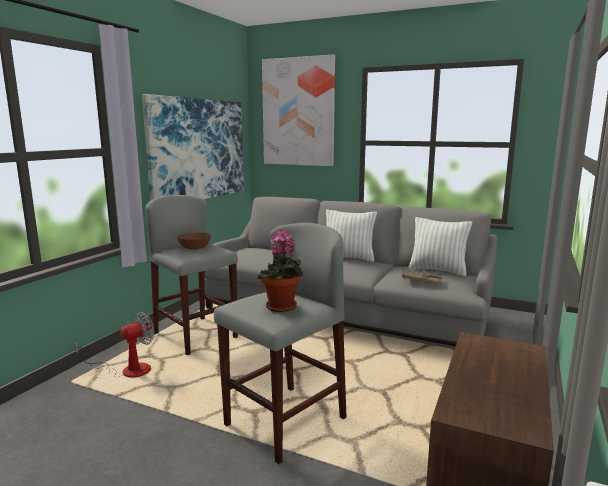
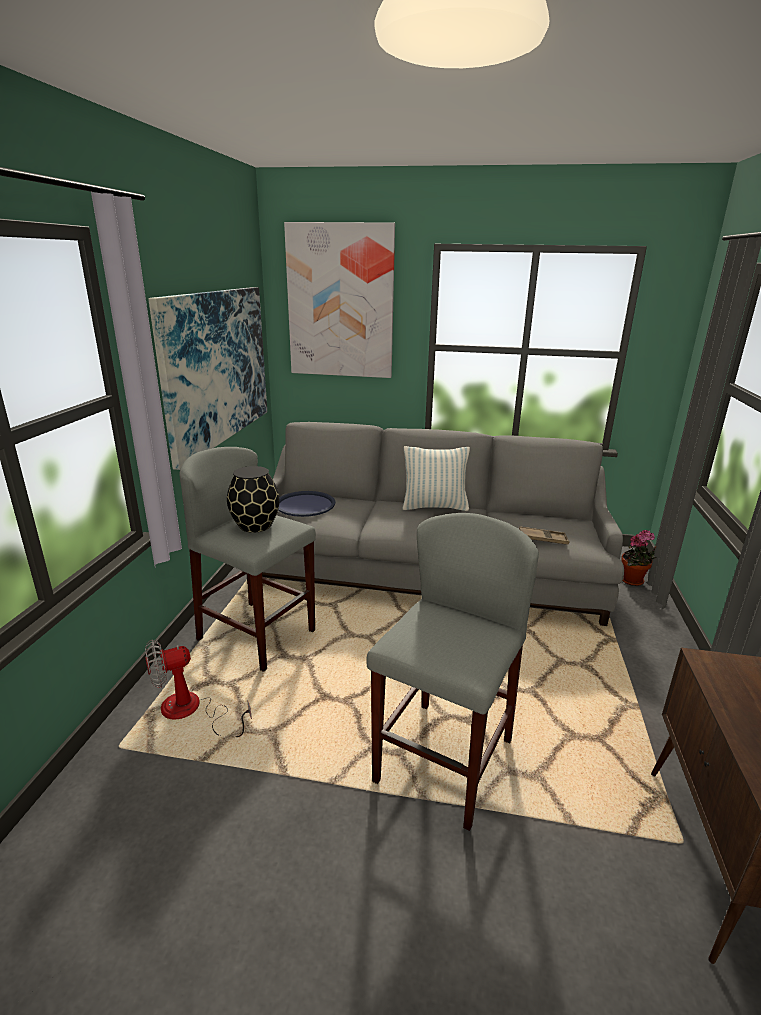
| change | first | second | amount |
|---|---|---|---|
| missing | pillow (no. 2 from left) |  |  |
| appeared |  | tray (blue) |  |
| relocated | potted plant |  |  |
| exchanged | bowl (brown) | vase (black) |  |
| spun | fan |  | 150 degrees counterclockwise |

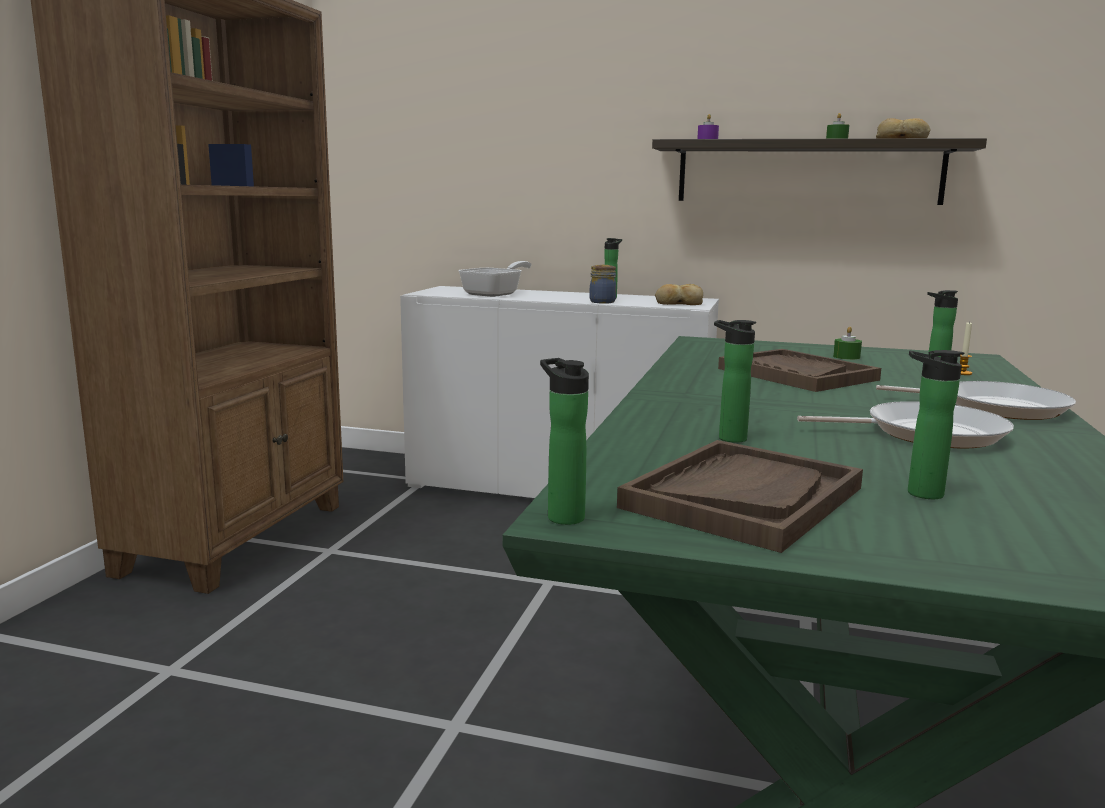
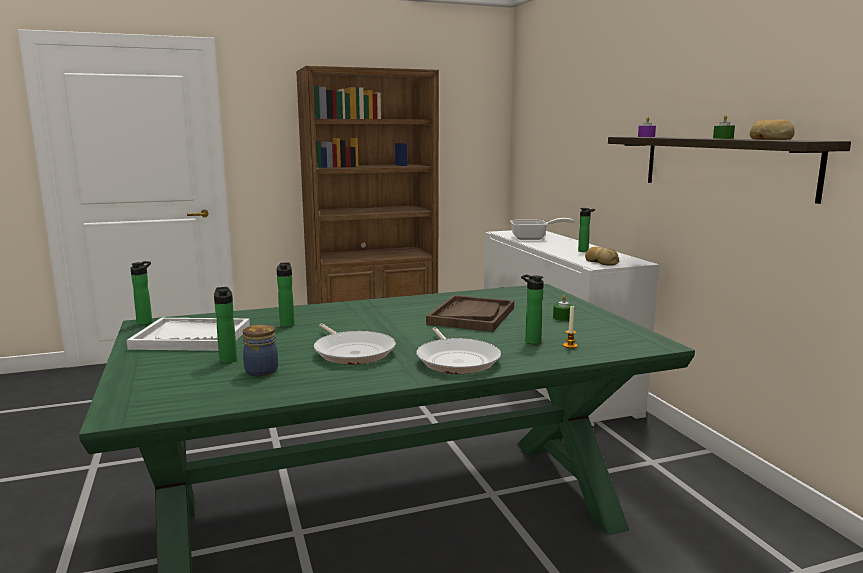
| change | first | second | amount |
|---|---|---|---|
| relocated | jar |  |  |
| colour | tray (brown) (no. 1 from left) | tray (white) |  |

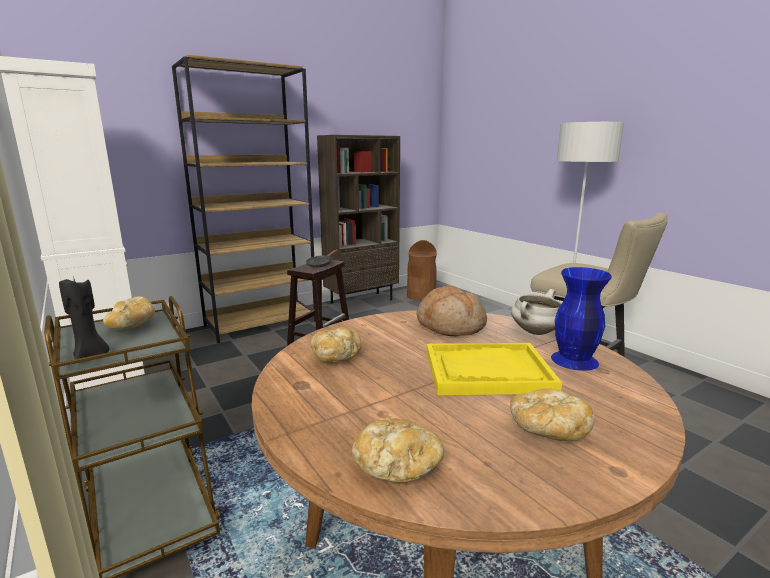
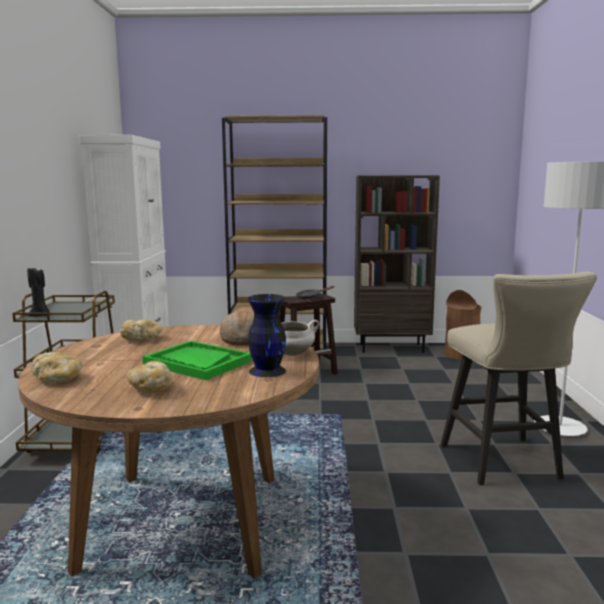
| change | first | second | amount |
|---|---|---|---|
| missing | bread (no. 1 from left) |  |  |
| colour | tray (yellow) | tray (green) |  |
| colour | vase (blue) | vase (black) |  |

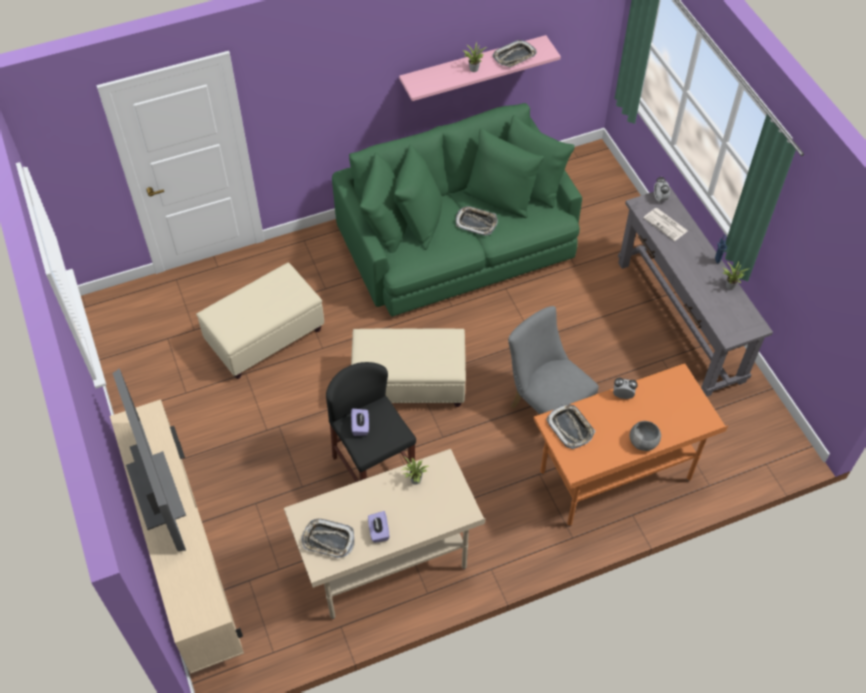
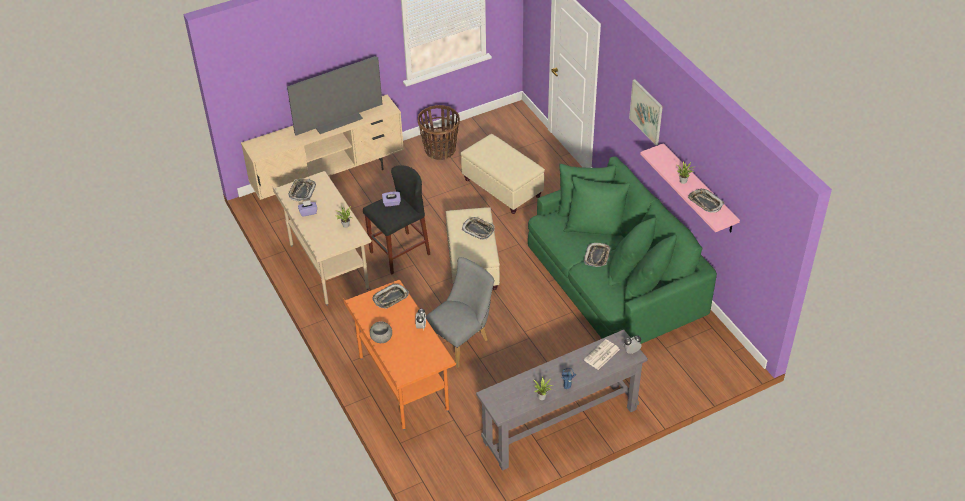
| change | first | second | amount |
|---|---|---|---|
| appeared |  | basket |  |
| appeared |  | tray (no. 3 from left) |  |
| appeared |  | picture |  |

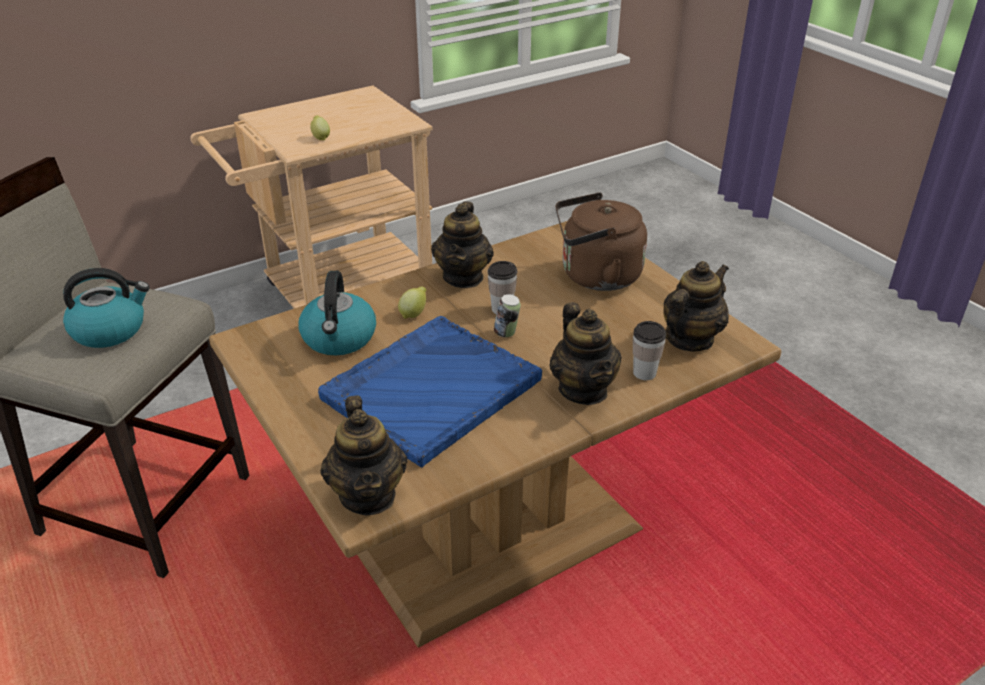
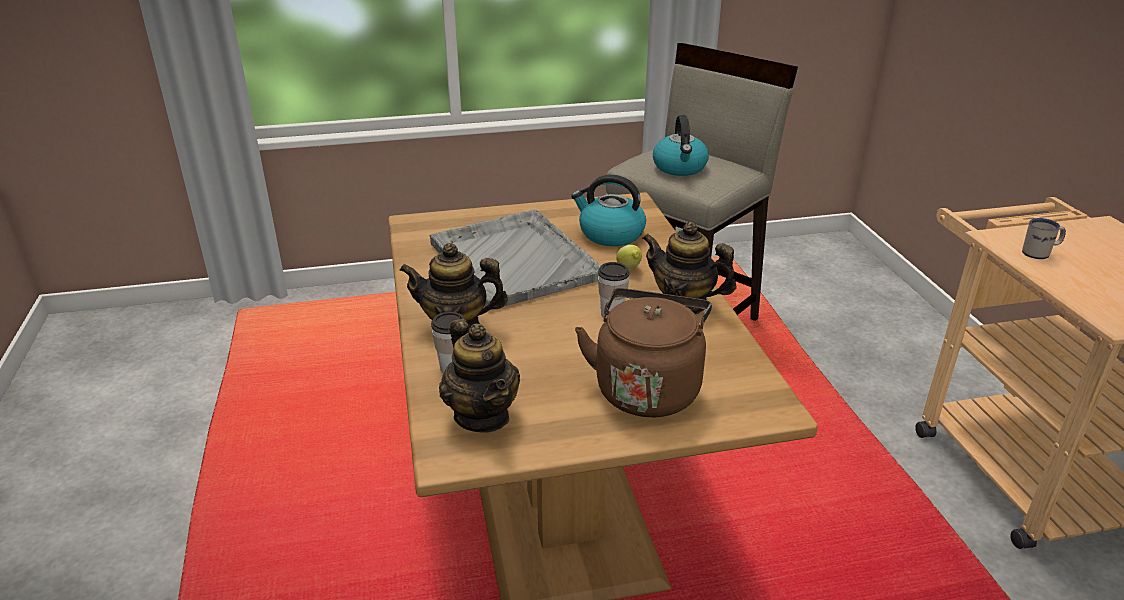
| change | first | second | amount |
|---|---|---|---|
| missing | teapot (no. 1 from left) |  |  |
| missing | can |  |  |
| exchanged | lemon (no. 1 from left) | mug (white) |  |
| colour | tray (blue) | tray (grey) |  |

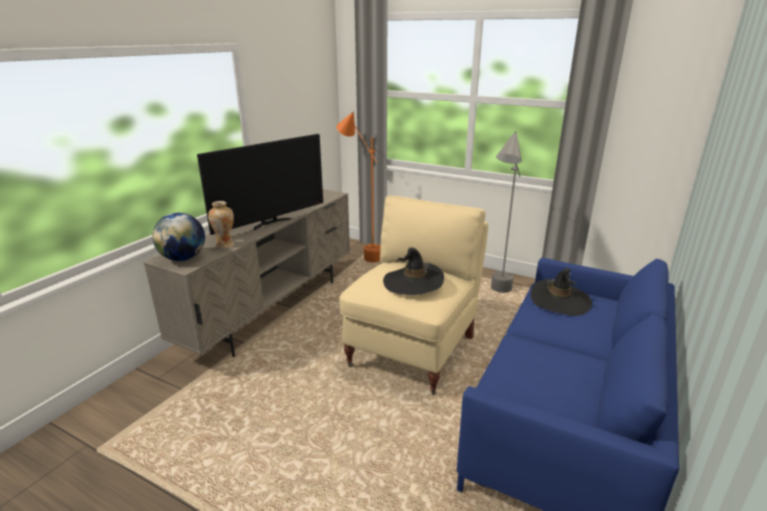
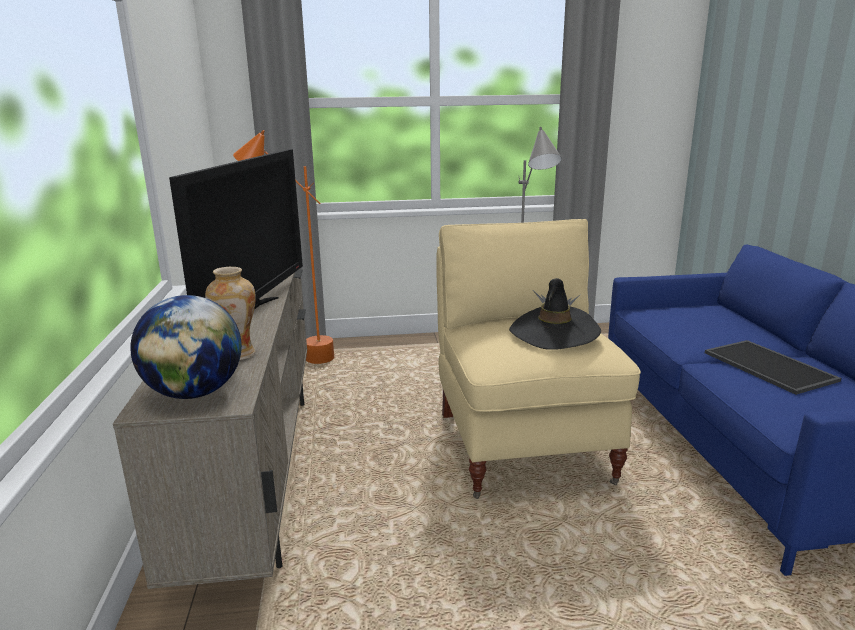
| change | first | second | amount |
|---|---|---|---|
| missing | hat (black) (no. 2 from left) |  |  |
| appeared |  | tray |  |

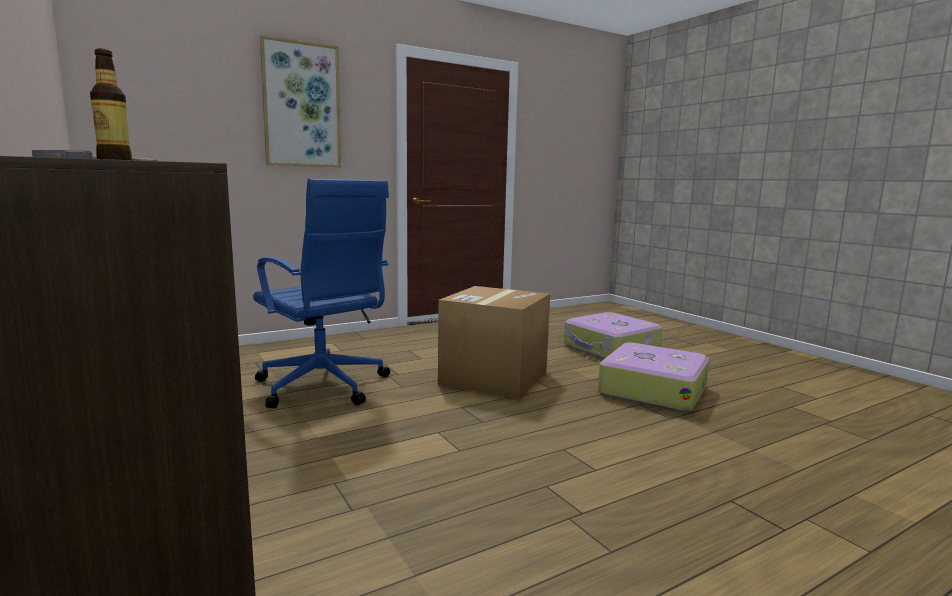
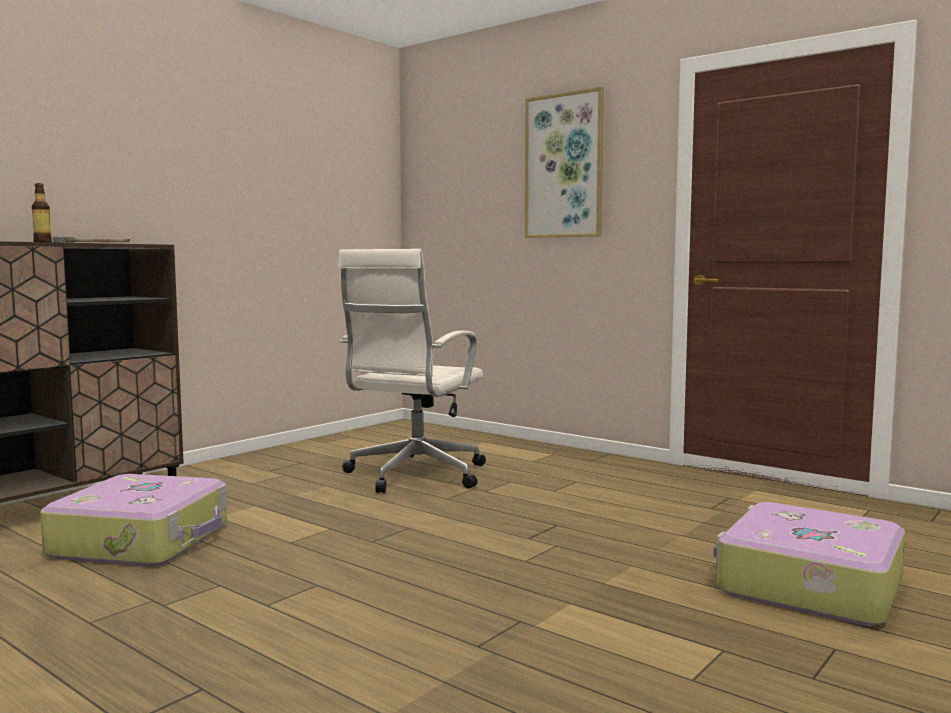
| change | first | second | amount |
|---|---|---|---|
| missing | cardboard box |  |  |
| relocated | suitcase (no. 2 from left in the first image) | suitcase (no. 1 from left) |  |
| colour | office chair (blue) | office chair (white) |  |

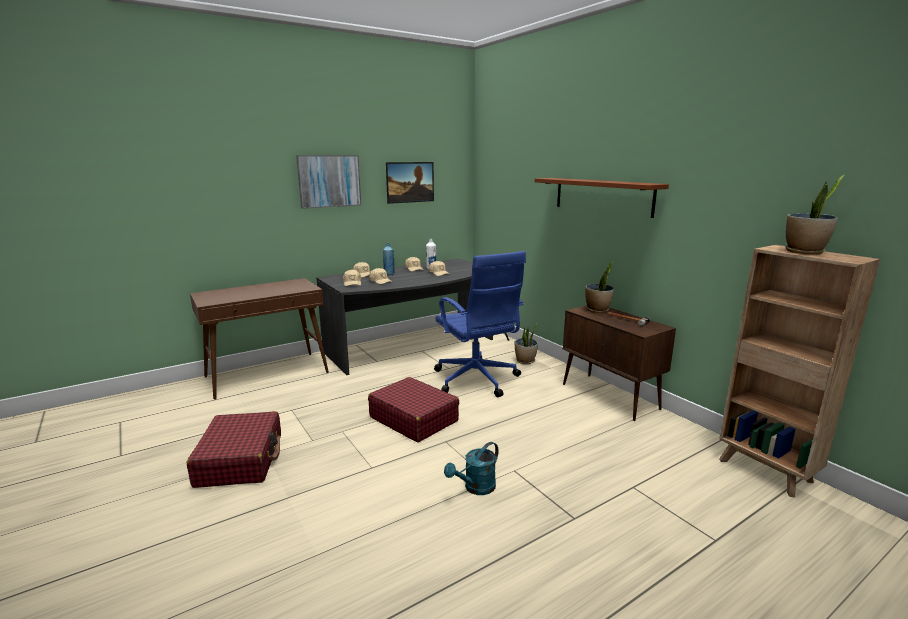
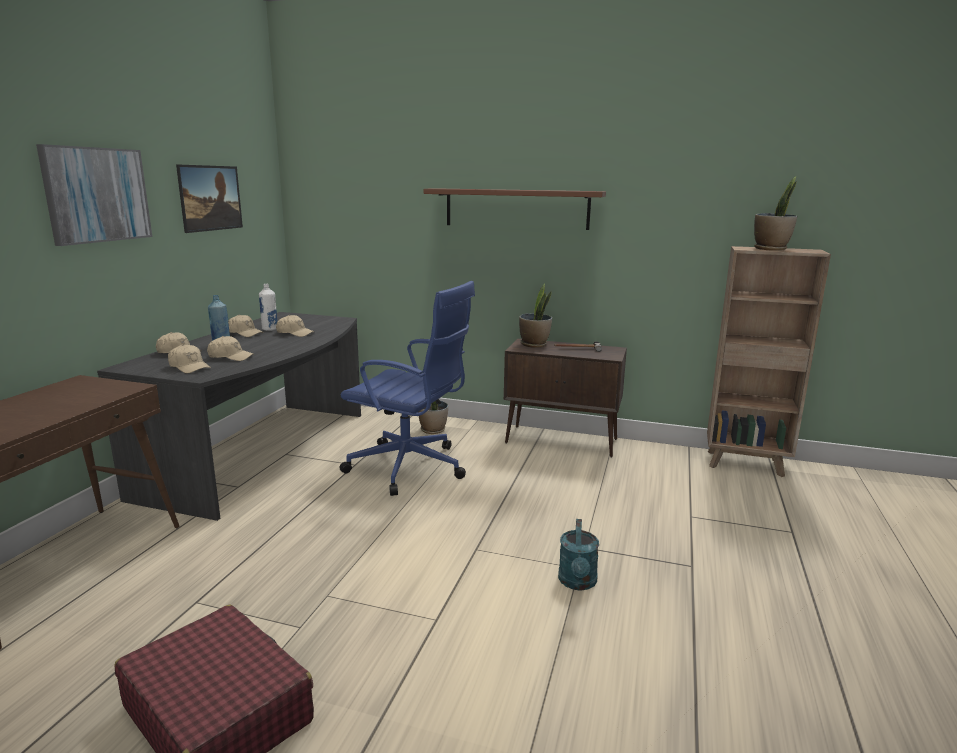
| change | first | second | amount |
|---|---|---|---|
| missing | suitcase (red) (no. 2 from left) |  |  |

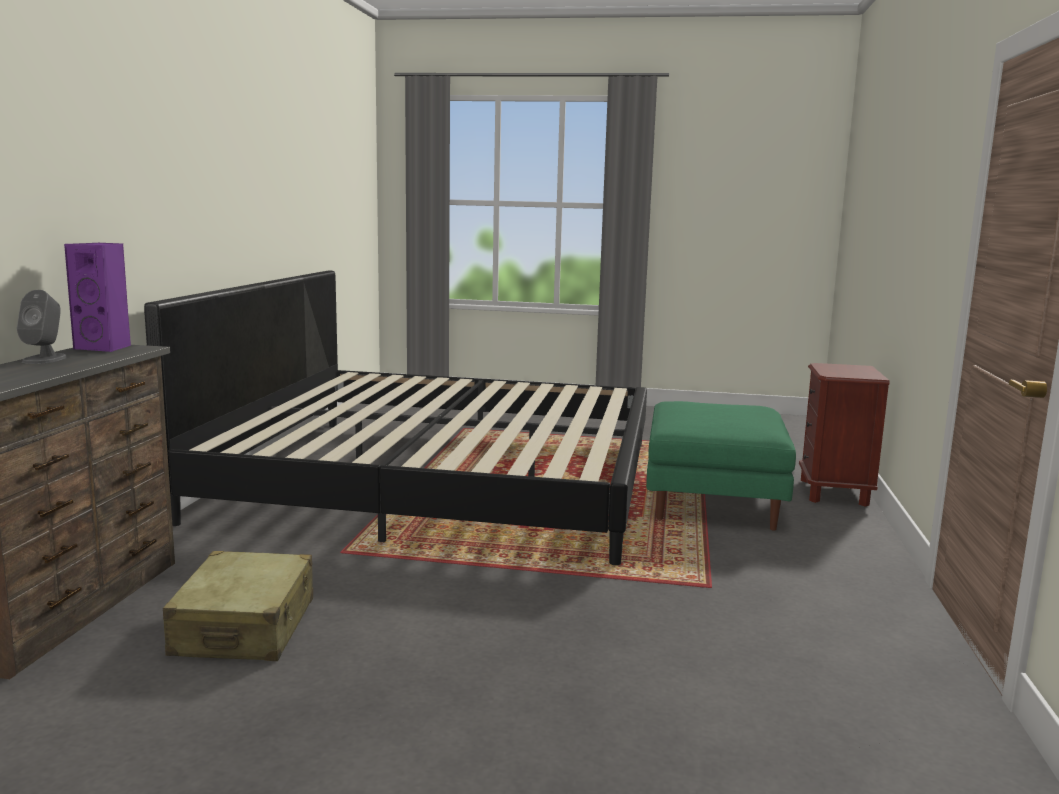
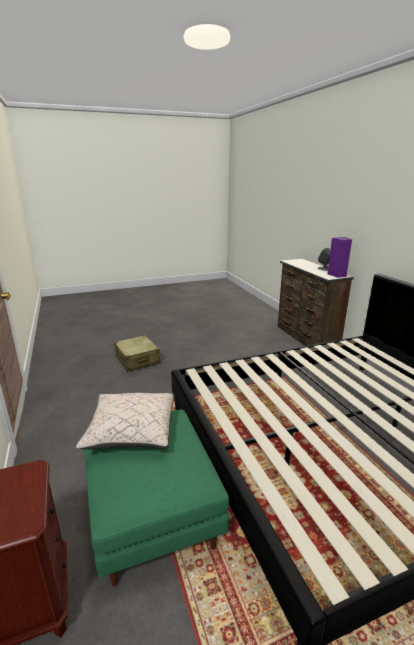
| change | first | second | amount |
|---|---|---|---|
| appeared |  | pillow (beige) |  |
| relocated | suitcase (beige) |  |  |

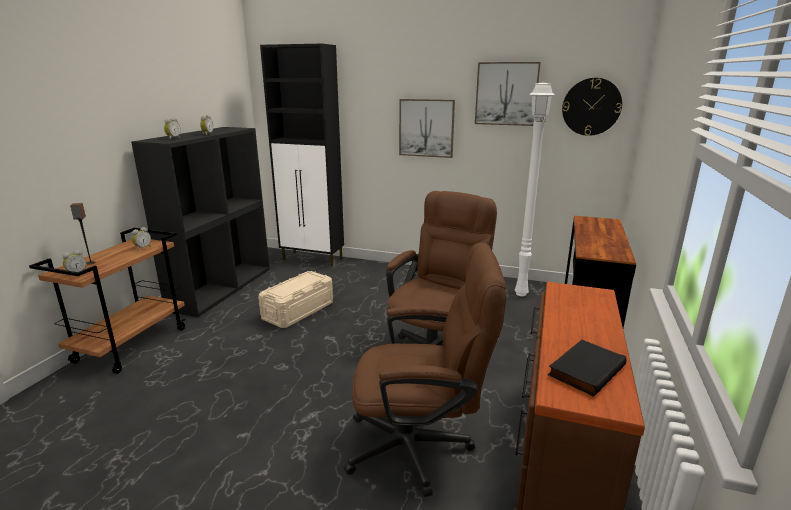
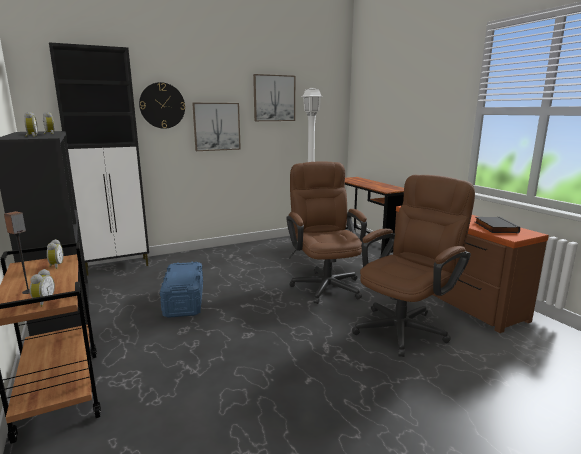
| change | first | second | amount |
|---|---|---|---|
| relocated | wall clock |  |  |
| colour | storage box (beige) | storage box (blue) |  |

